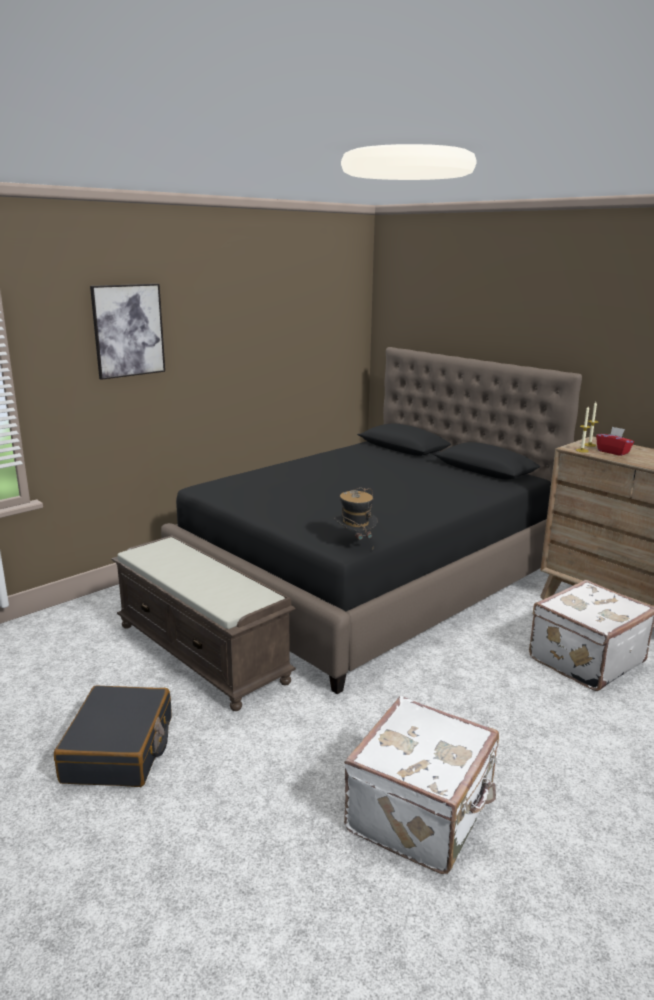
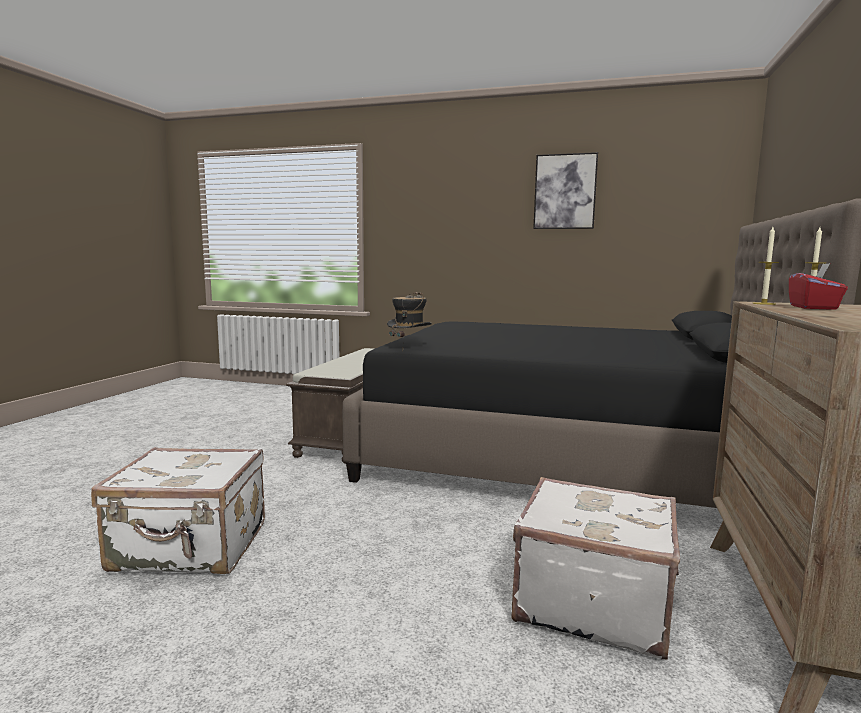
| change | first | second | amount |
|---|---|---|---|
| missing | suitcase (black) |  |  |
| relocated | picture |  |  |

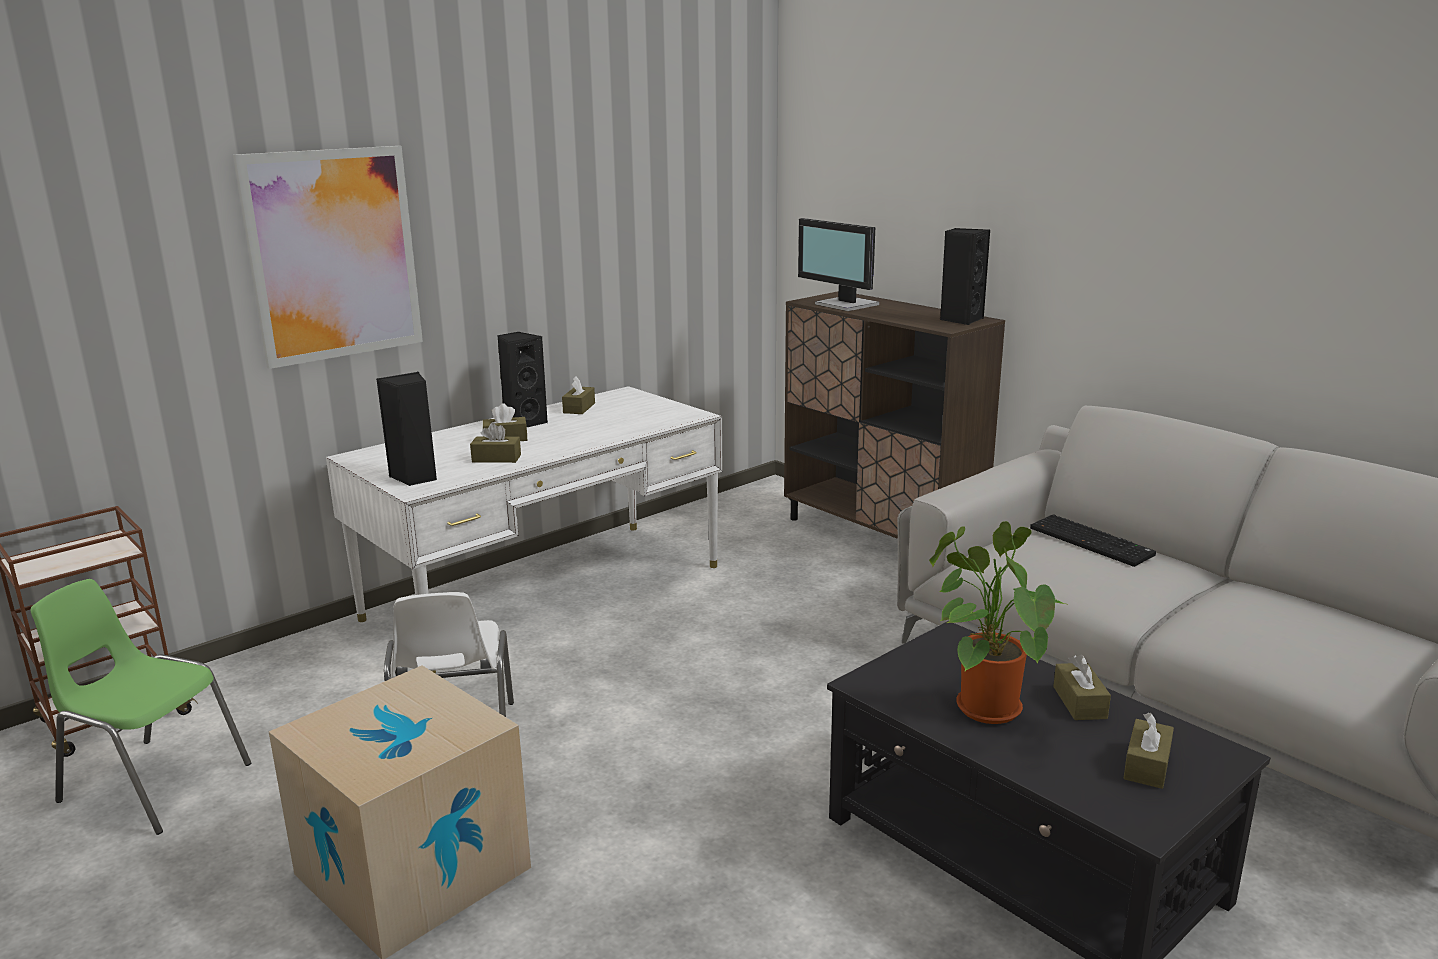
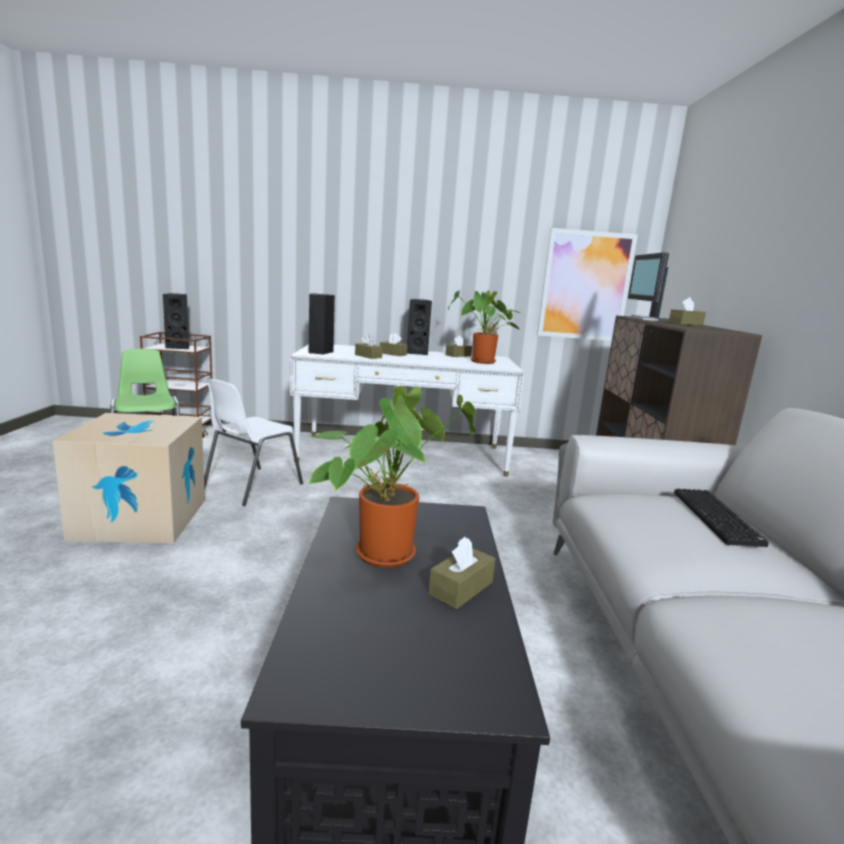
| change | first | second | amount |
|---|---|---|---|
| appeared |  | potted plant (no. 2 from left) |  |
| relocated | picture |  |  |
| relocated | speaker (black) (no. 3 from left in the first image) | speaker (black) (no. 1 from left) |  |
| relocated | tissue box (brown) (no. 5 from left) |  |  |

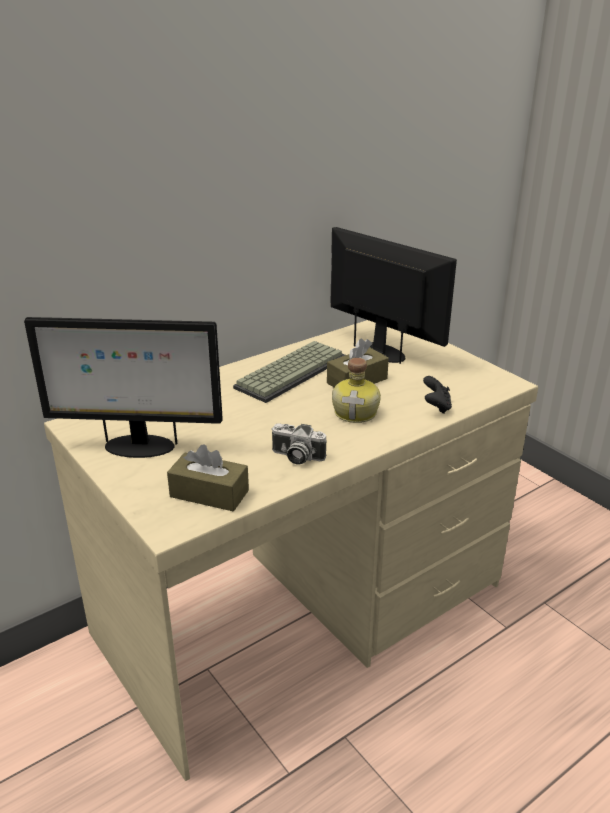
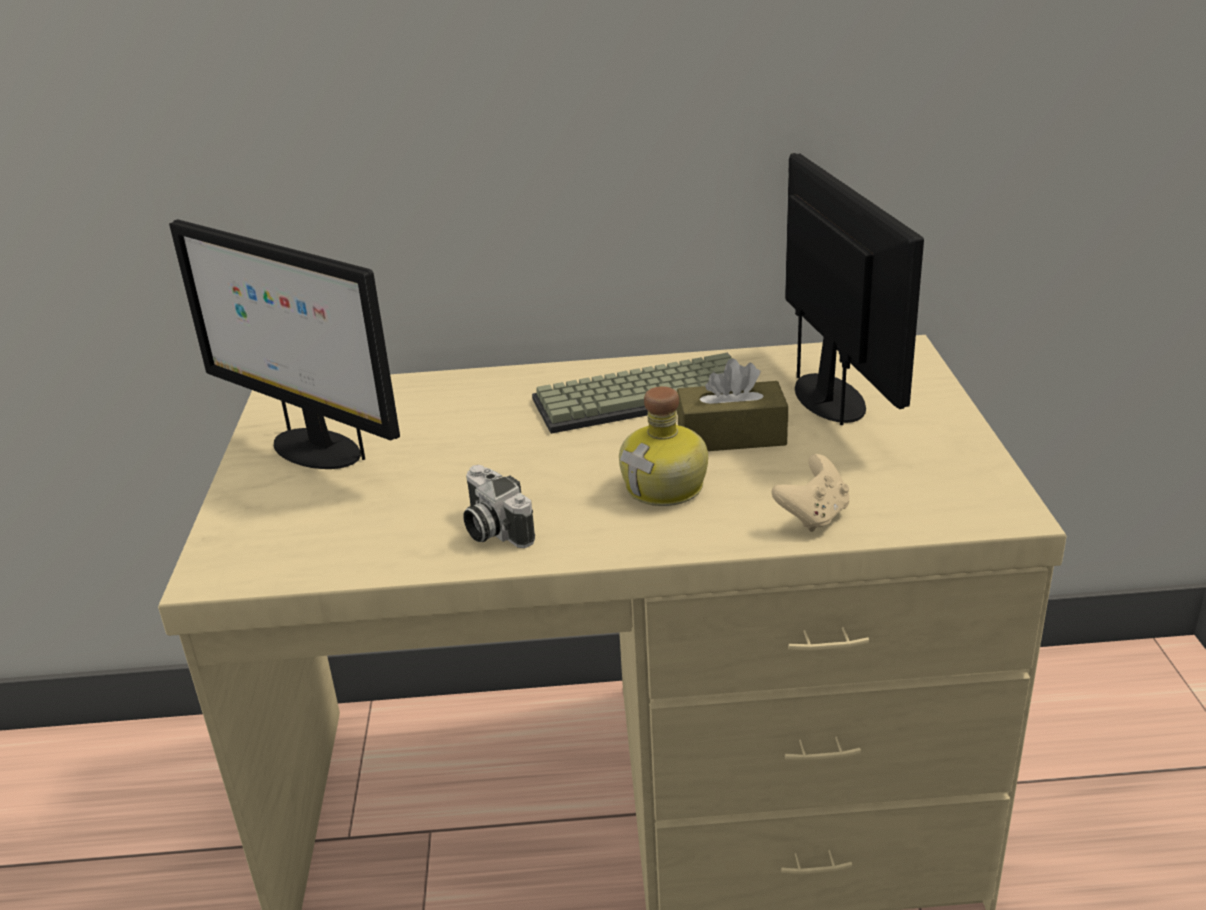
| change | first | second | amount |
|---|---|---|---|
| missing | tissue box (brown) (no. 1 from left) |  |  |
| colour | game controller (black) | game controller (beige) |  |

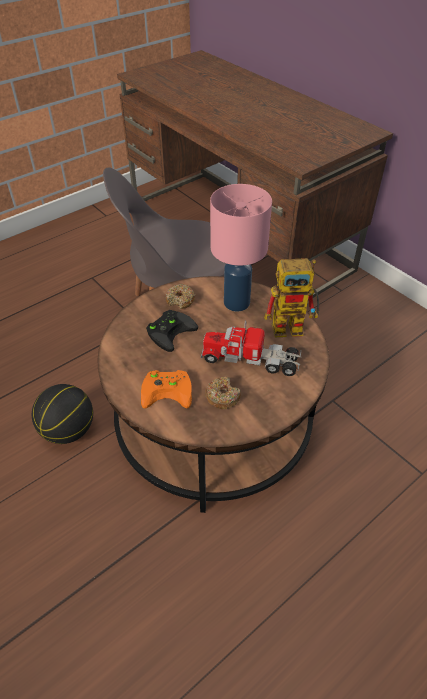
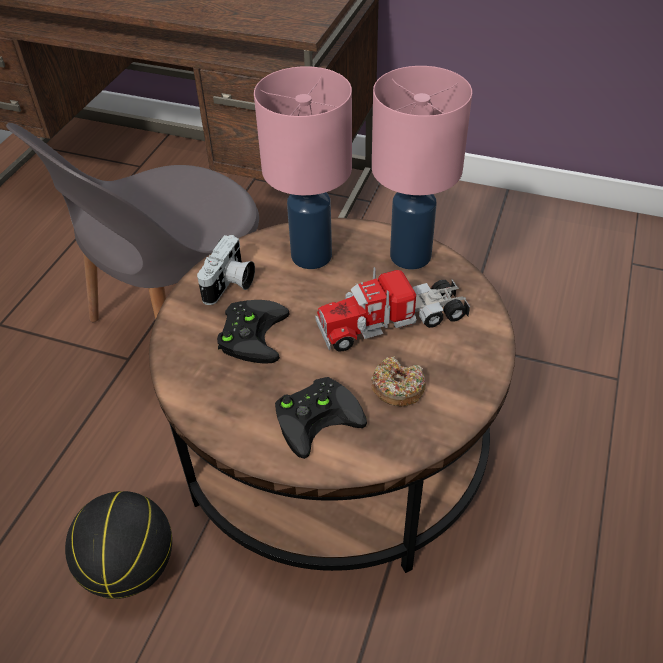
| change | first | second | amount |
|---|---|---|---|
| exchanged | donut (no. 1 from left) | photo camera |  |
| exchanged | toy robot | table lamp (pink) (no. 2 from left) |  |
| colour | game controller (orange) | game controller (black) (no. 2 from left) |  |

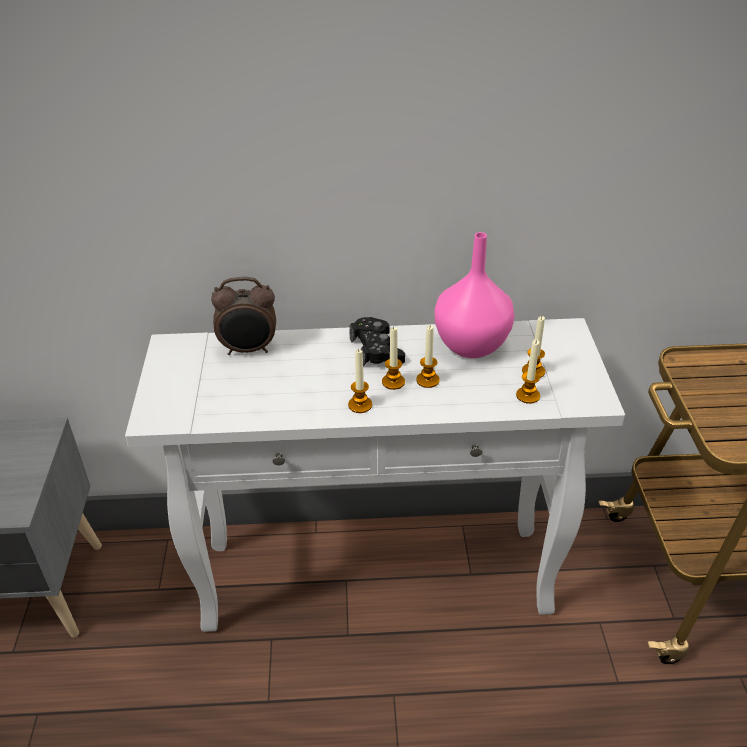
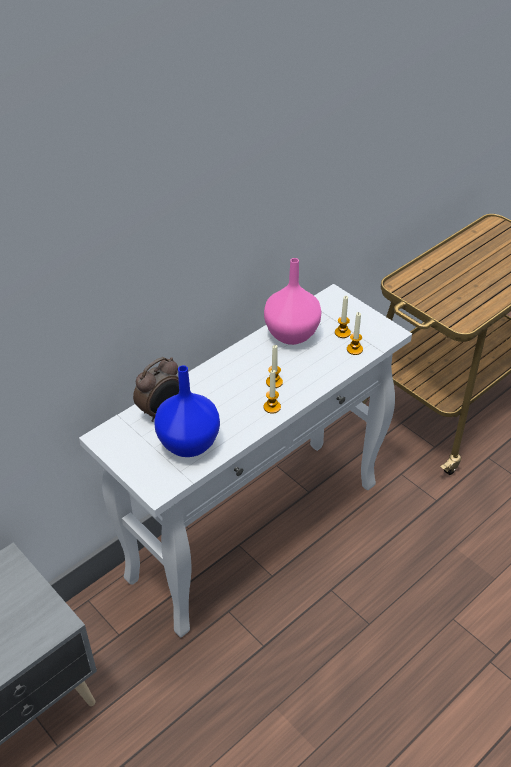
| change | first | second | amount |
|---|---|---|---|
| missing | game controller (black) |  |  |
| missing | candle (no. 3 from left) |  |  |
| appeared |  | vase (blue) |  |

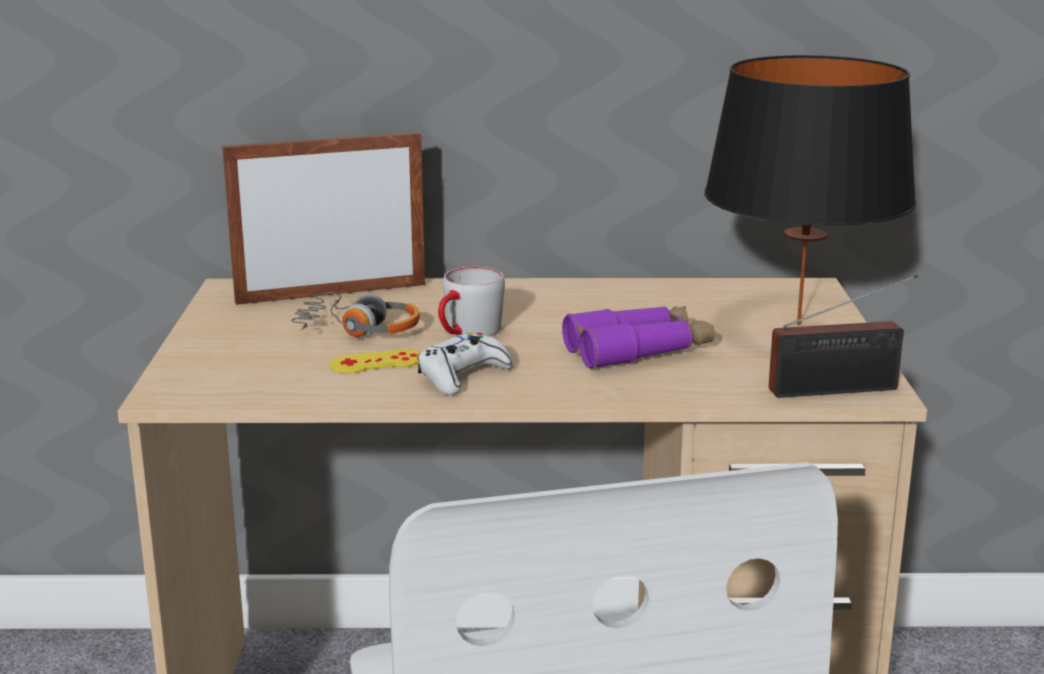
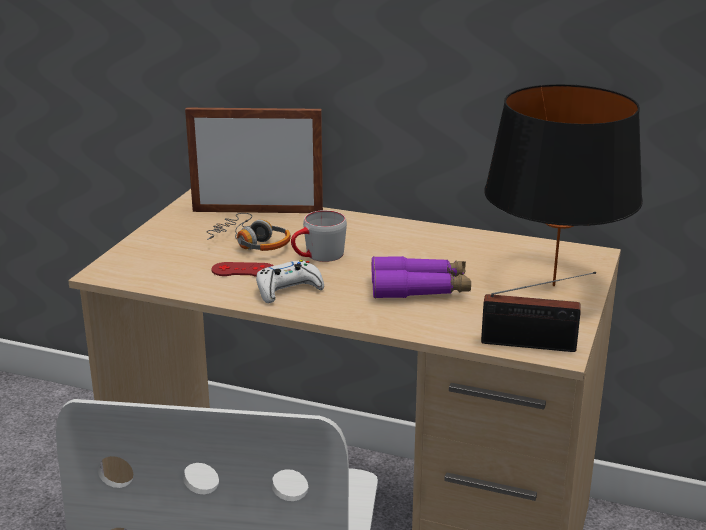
| change | first | second | amount |
|---|---|---|---|
| colour | game controller (yellow) | game controller (red) |  |

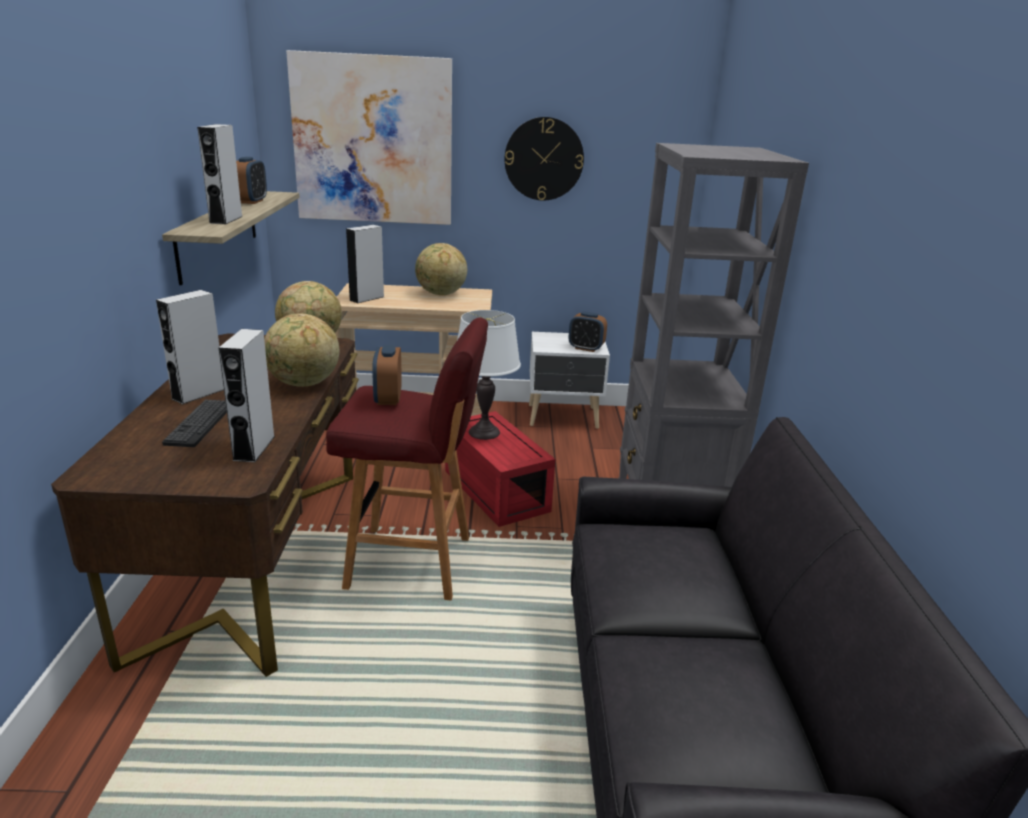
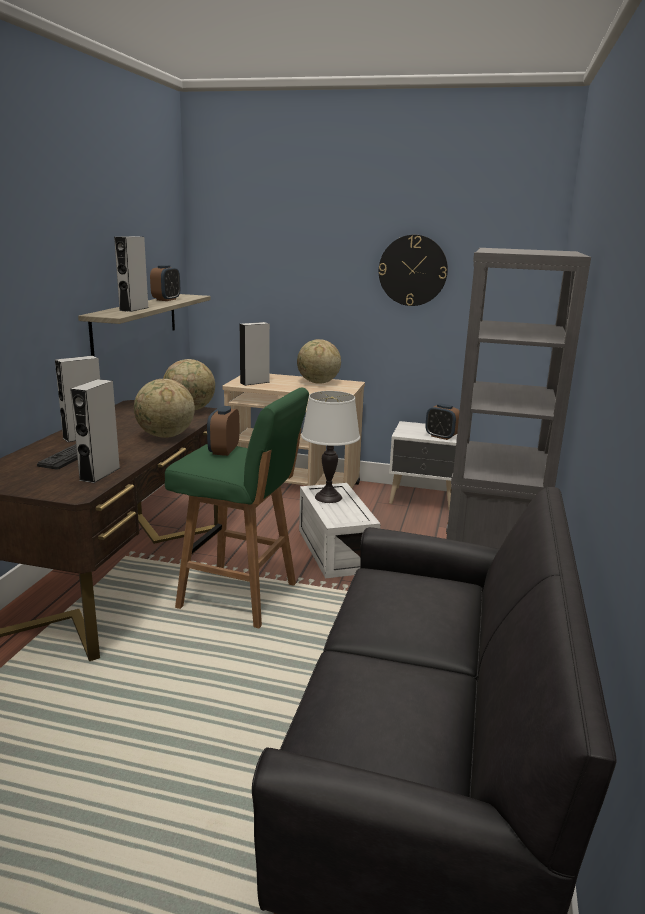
| change | first | second | amount |
|---|---|---|---|
| missing | picture |  |  |
| colour | stool (red) | stool (green) |  |
| colour | storage box (red) | storage box (white) |  |

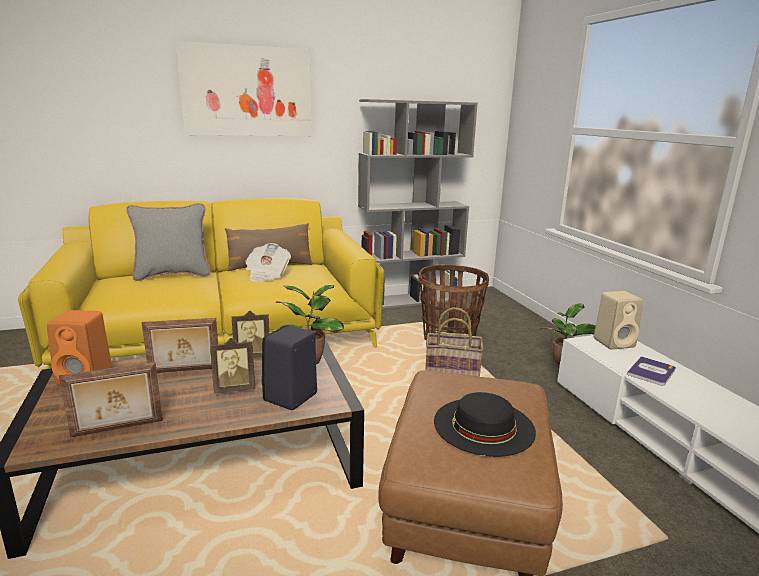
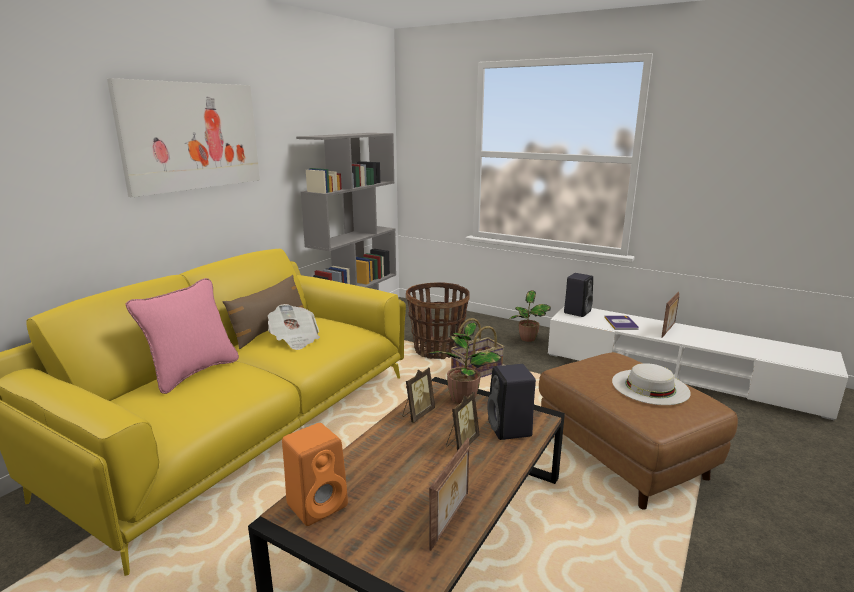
| change | first | second | amount |
|---|---|---|---|
| relocated | picture frame (no. 2 from left in the first image) | picture frame (no. 4 from left) |  |
| colour | pillow (grey) | pillow (pink) |  |
| colour | hat (black) | hat (white) |  |
| colour | speaker (beige) | speaker (black) (no. 2 from left) |  |

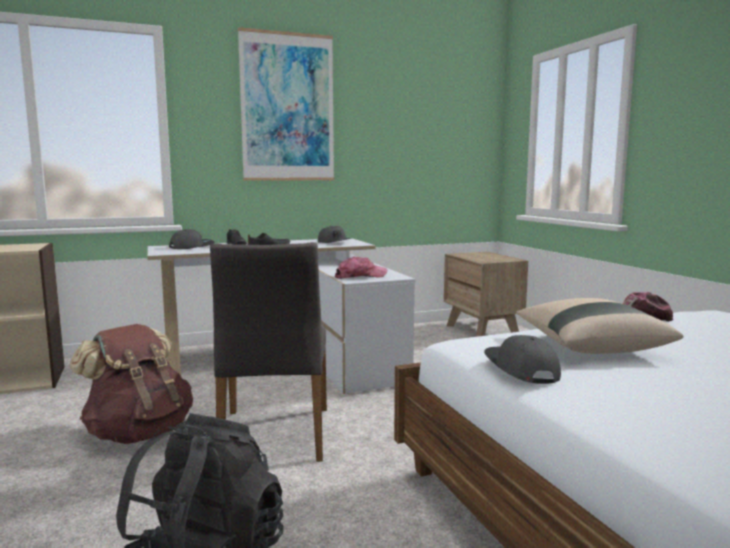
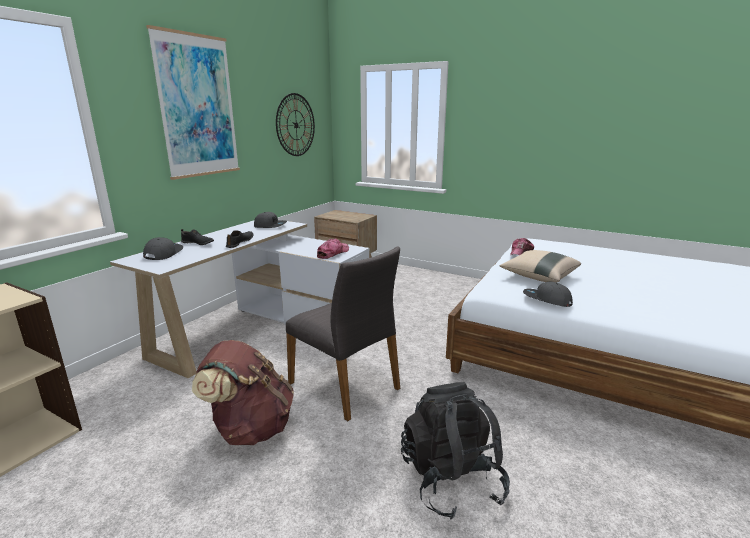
| change | first | second | amount |
|---|---|---|---|
| appeared |  | wall clock |  |

